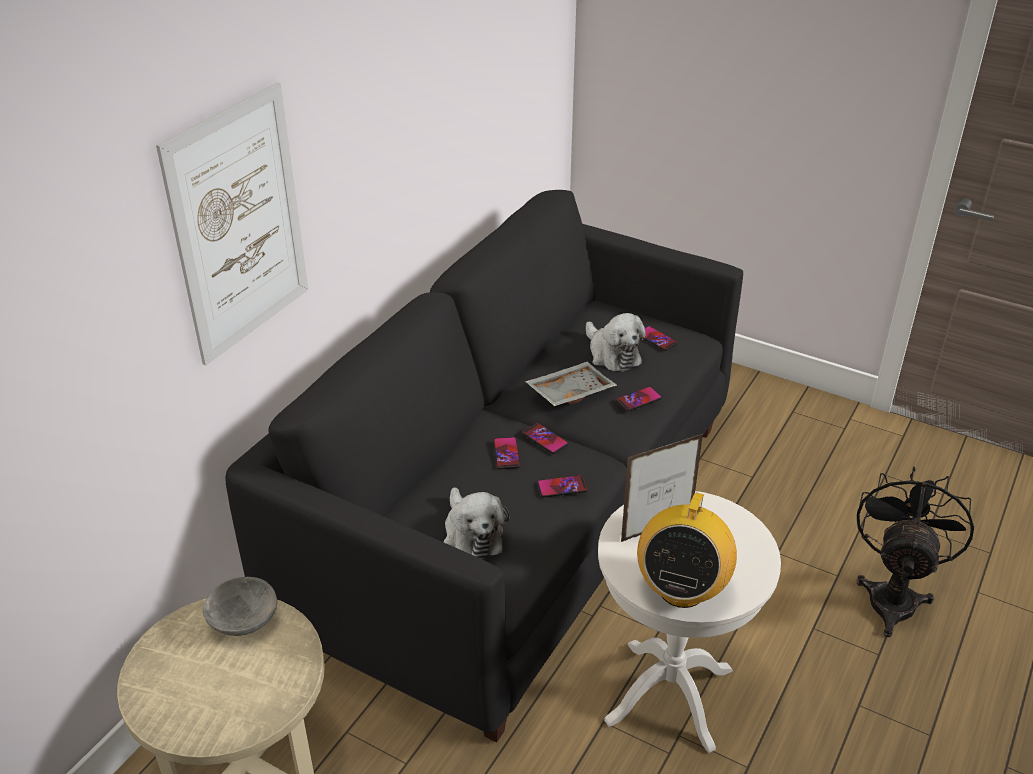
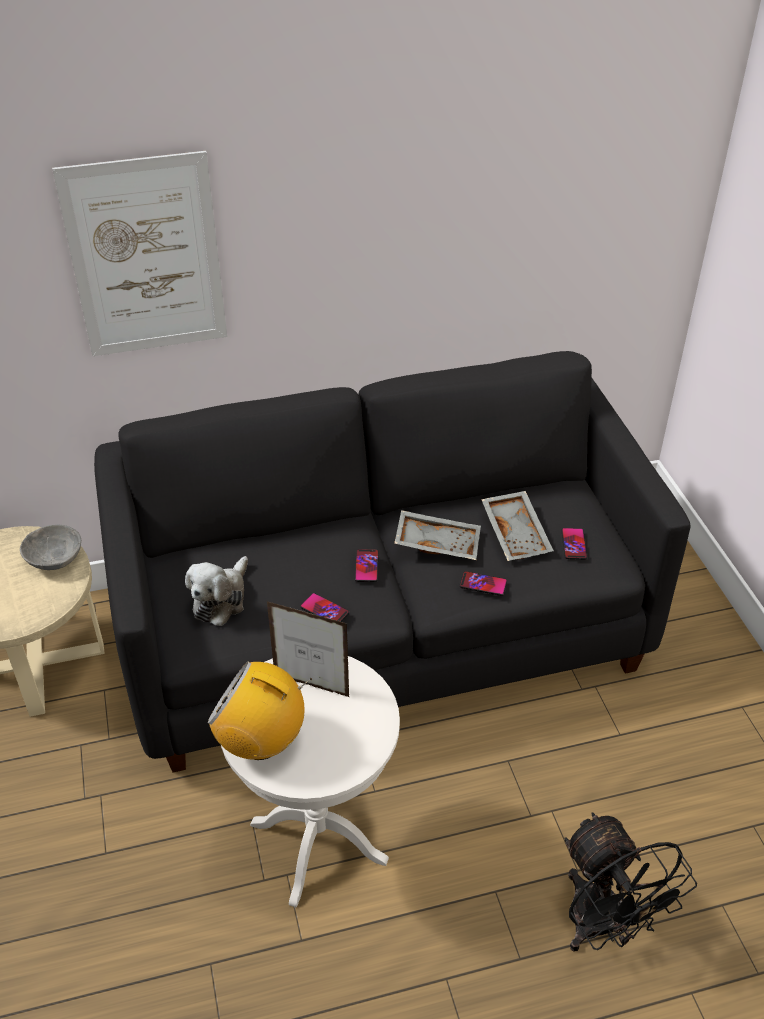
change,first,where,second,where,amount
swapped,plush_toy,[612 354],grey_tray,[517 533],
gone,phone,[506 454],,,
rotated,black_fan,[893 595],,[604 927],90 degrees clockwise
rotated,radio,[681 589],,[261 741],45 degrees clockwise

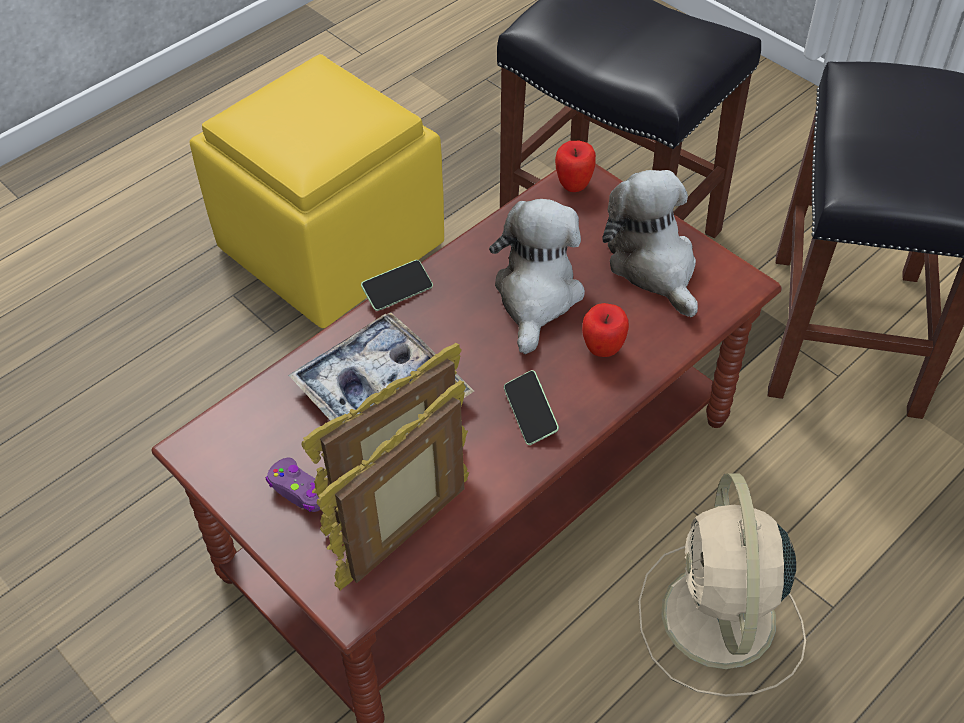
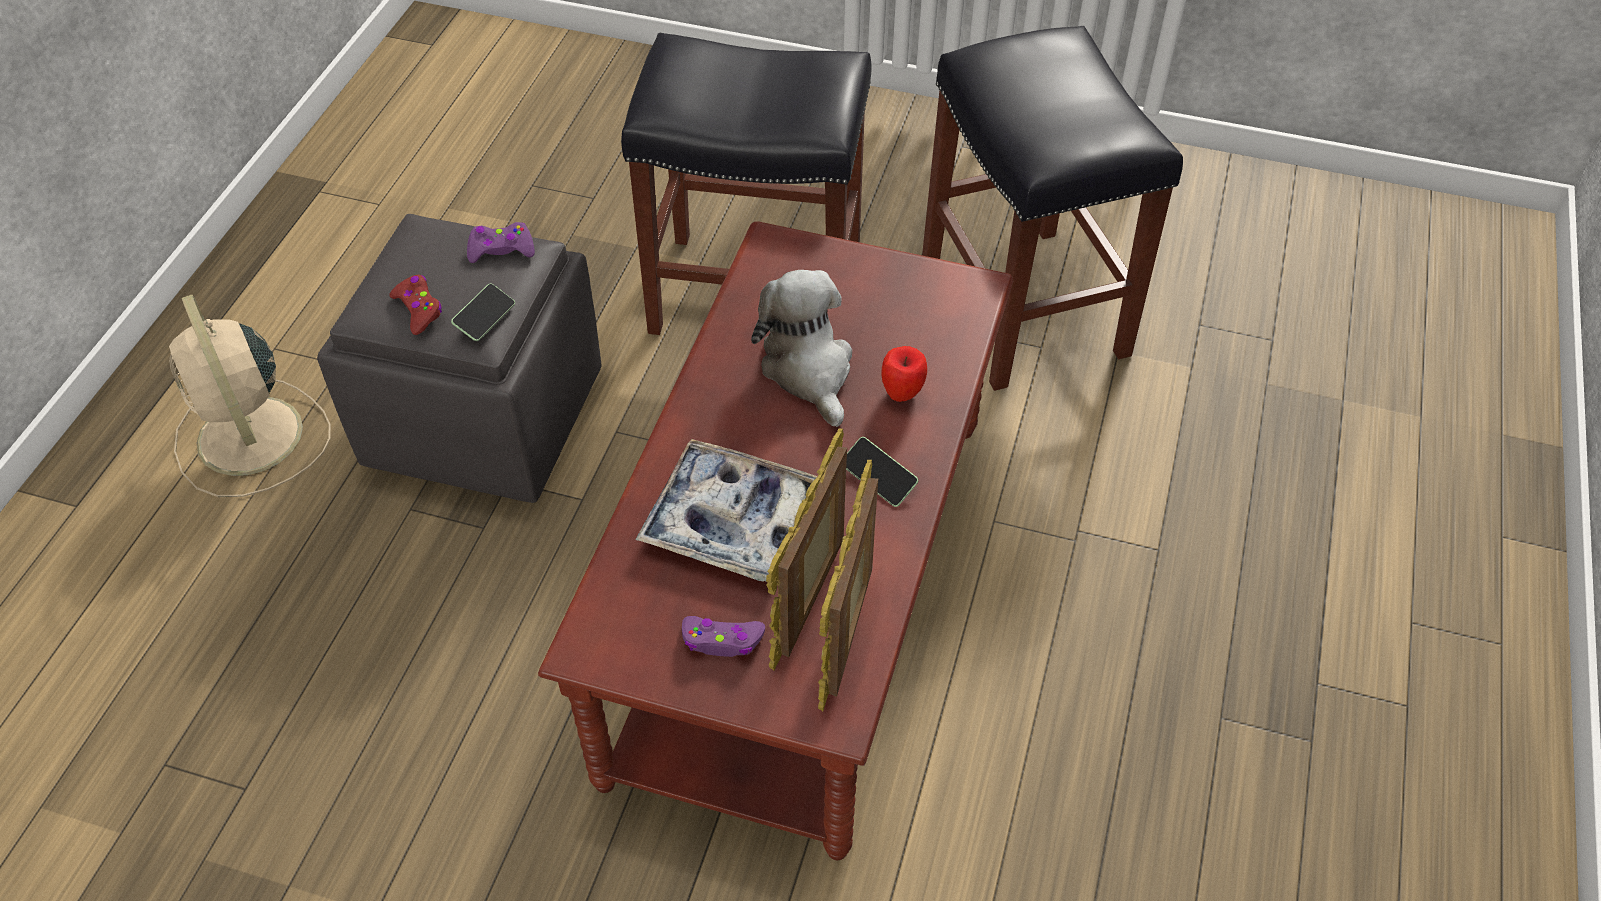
change,first,where,second,where,amount
repainted,yellow_ottoman,[331 246],grey_ottoman,[483 416],
gone,apple,[574 185],,,
gone,plush_toy,[654 265],,,
shifted,phone,[397 292],,[485 319],
shifted,beige_fan,[719 621],,[251 439],
new,,,purple_game_controller,[501 249],
new,,,red_game_controller,[419 309],

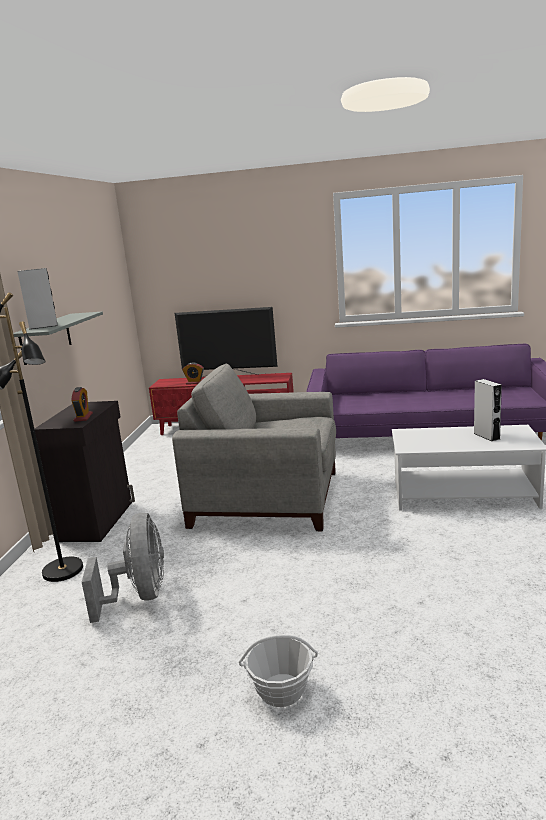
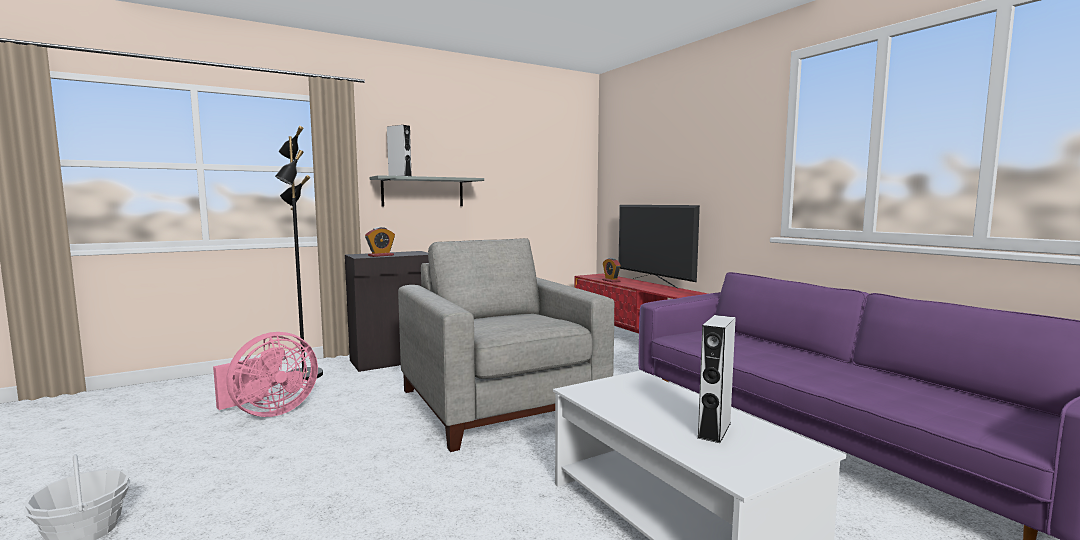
change,first,where,second,where,amount
repainted,grey_fan,[140 596],pink_fan,[269 412],

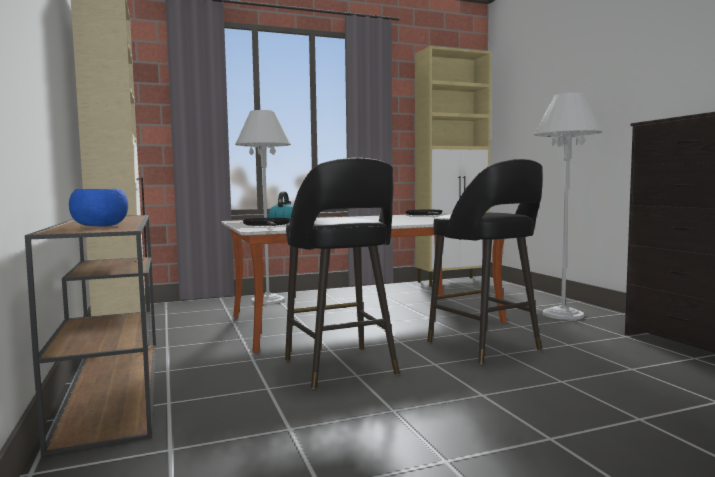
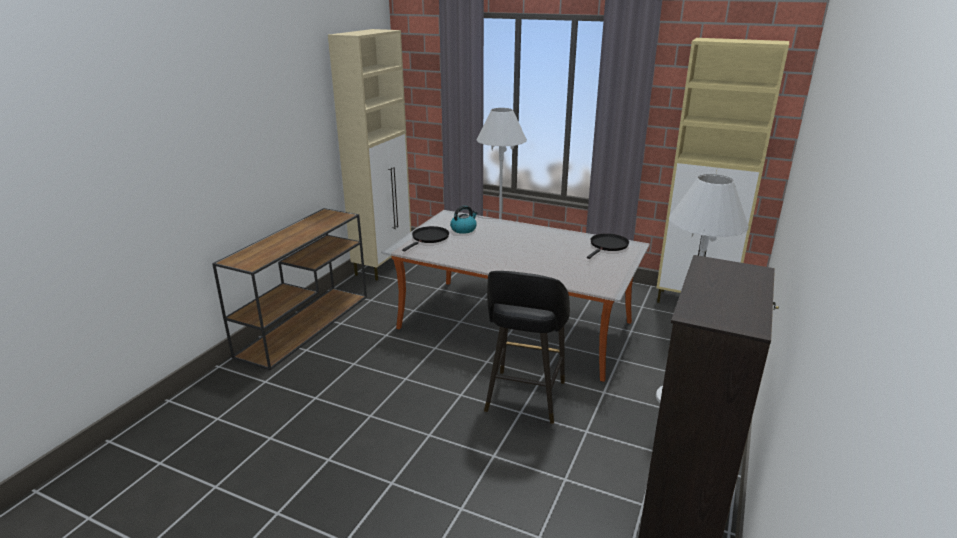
change,first,where,second,where,amount
gone,black_stool,[341 368],,,
gone,blue_bowl,[99 226],,,

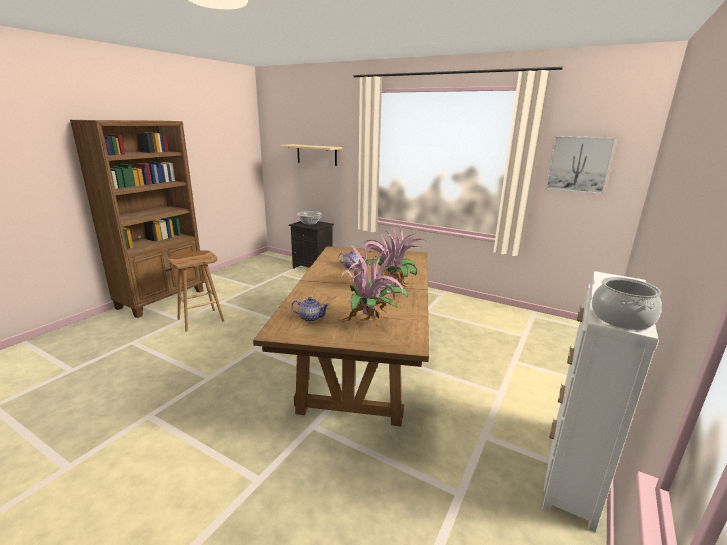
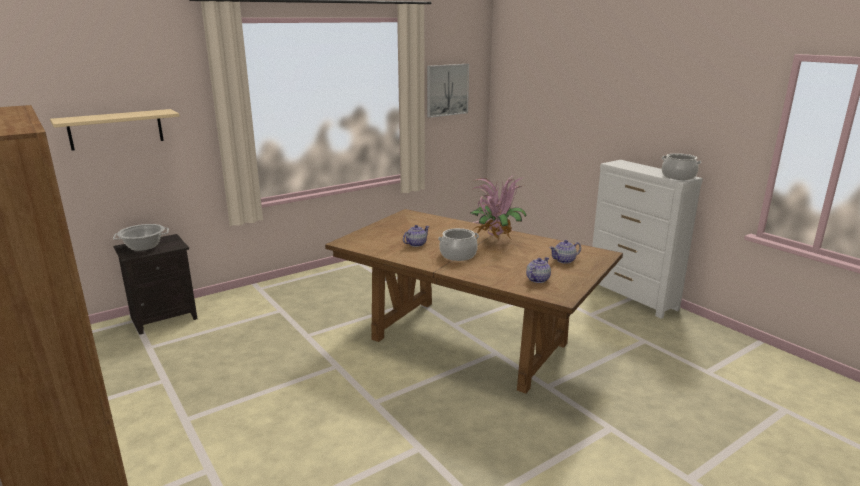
change,first,where,second,where,amount
swapped,potted_plant,[369 325],teapot,[564 260],
gone,brown_stool,[201 320],,,
new,,,cooking_pot,[458 255],

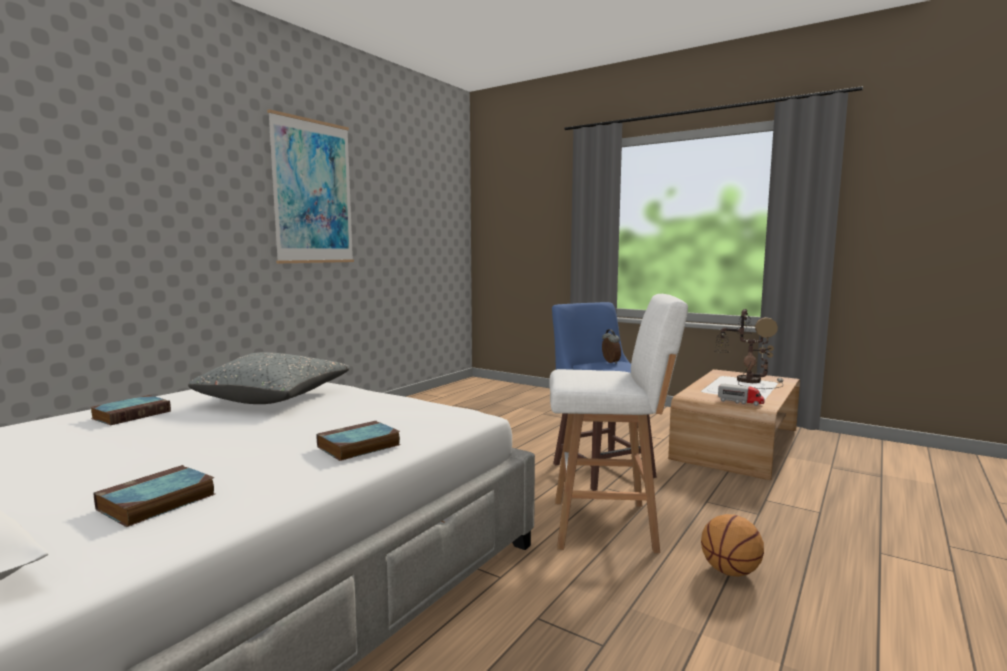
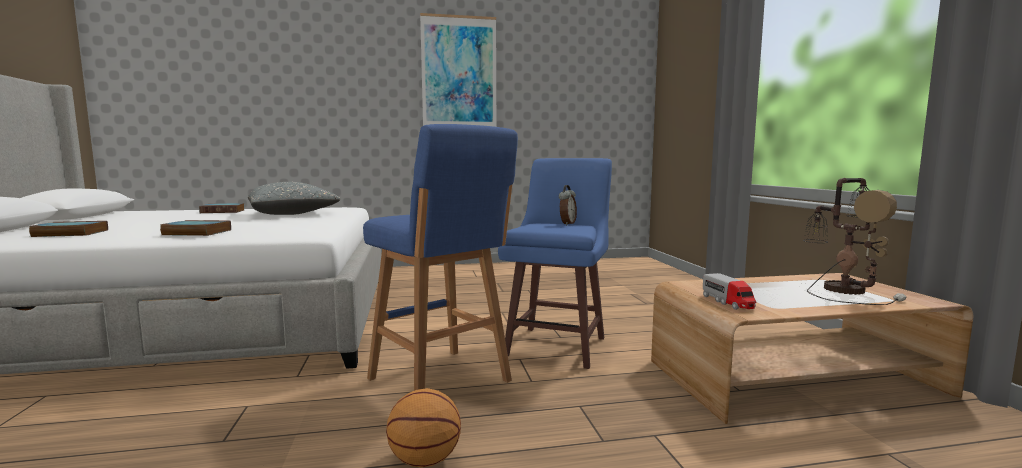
change,first,where,second,where,amount
repainted,white_stool,[608 525],blue_stool,[442 381],

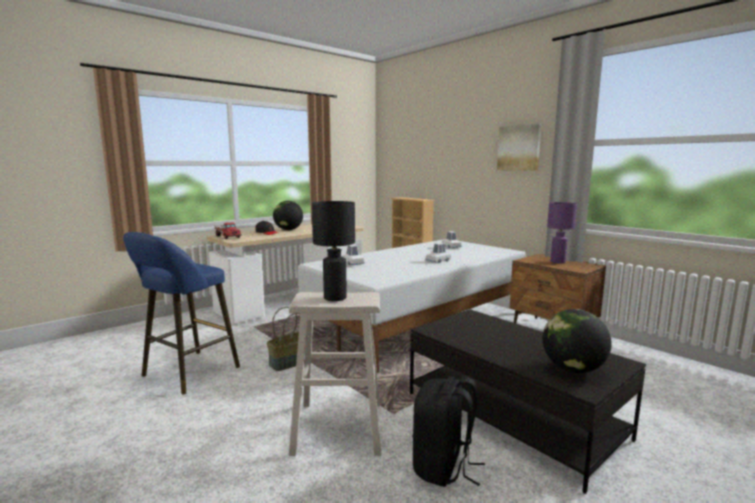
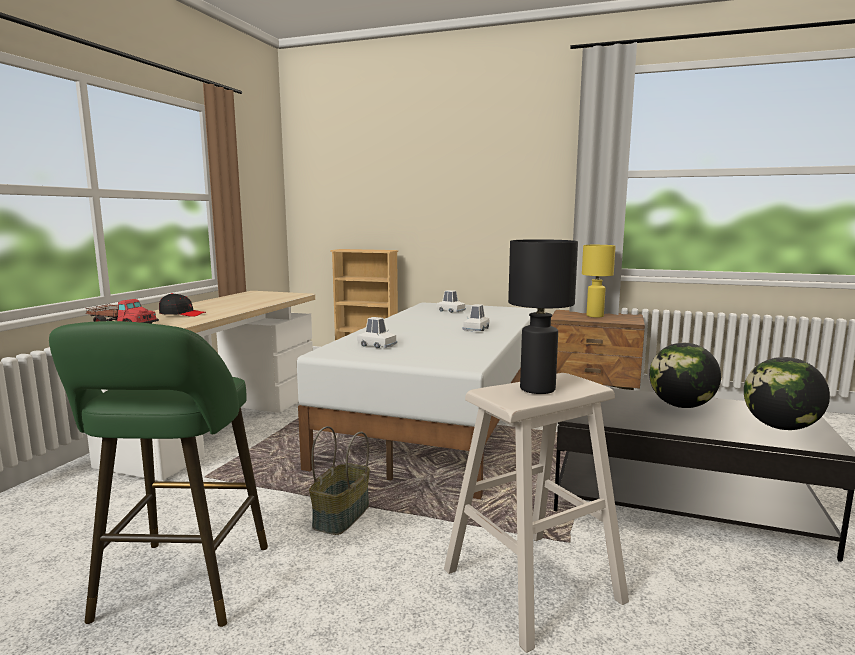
change,first,where,second,where,amount
gone,picture,[519 148],,,
shifted,globe,[288 230],,[681 406],
repainted,purple_table_lamp,[558 262],yellow_table_lamp,[595 316],
repainted,blue_stool,[187 373],green_stool,[180 588],
gone,black_backpack,[443 467],,,

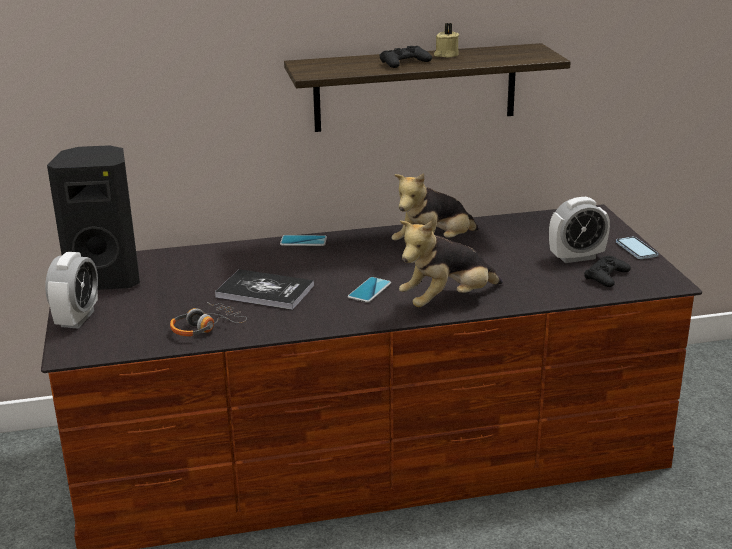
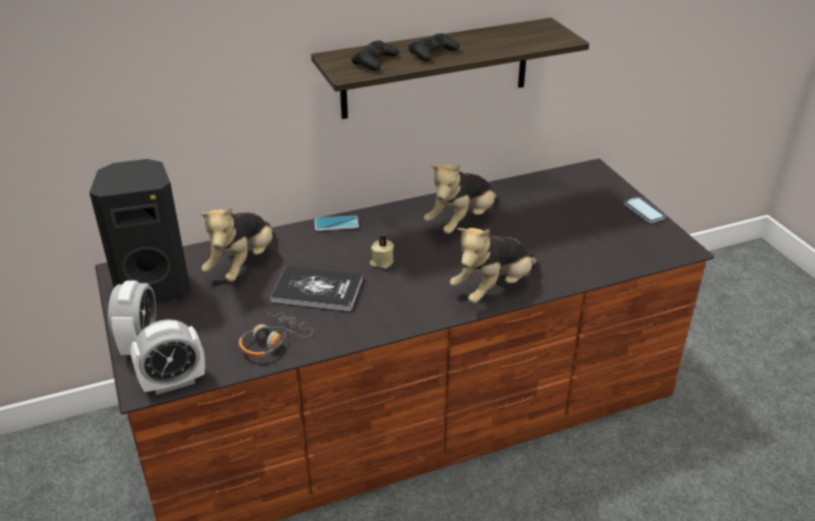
change,first,where,second,where,amount
shifted,beige_candle,[446 55],,[381 262],
shifted,alarm_clock,[576 257],,[173 382],
shifted,black_game_controller,[606 276],,[375 61],
gone,phone,[369 290],,,
new,,,plush_toy,[243 264],

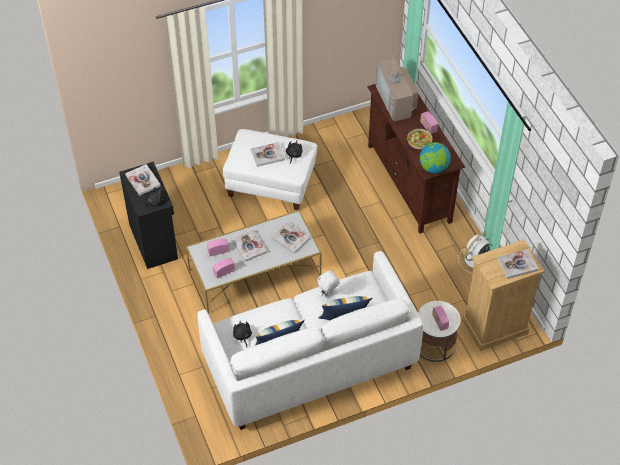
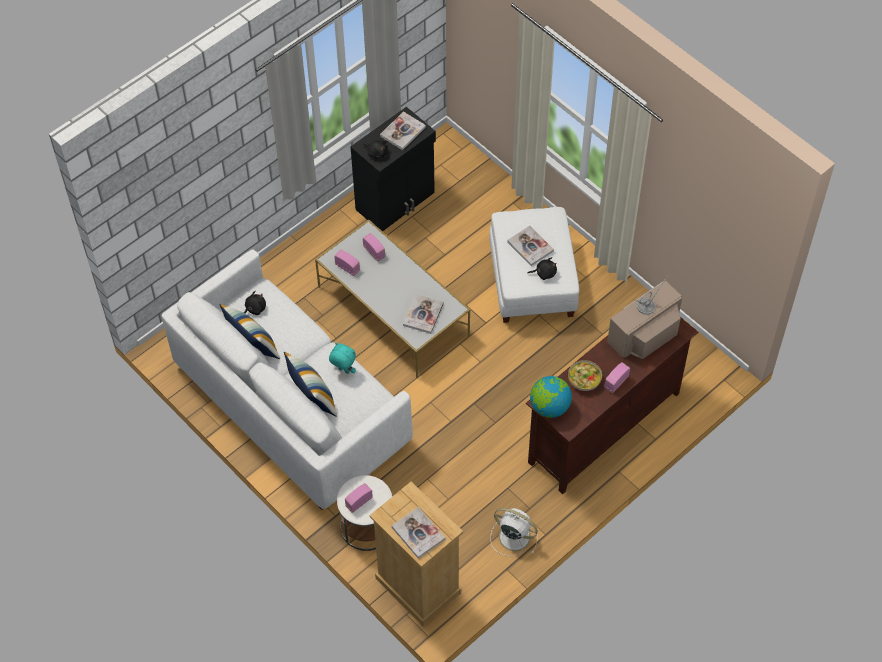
change,first,where,second,where,amount
gone,book,[249 246],,,
repainted,white_plush_toy,[328 294],turquoise_plush_toy,[343 371],

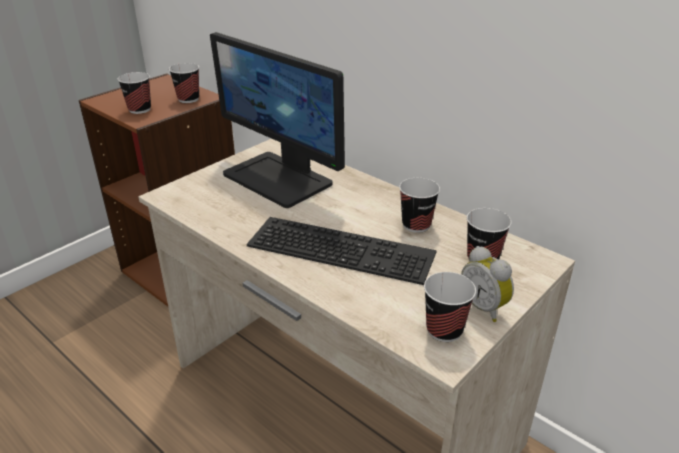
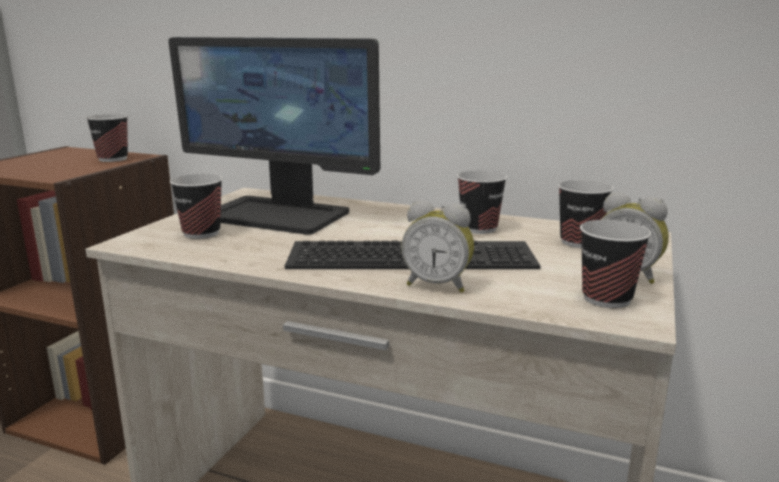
change,first,where,second,where,amount
shifted,cup,[139 109],,[201 233],
new,,,alarm_clock,[437 285],

